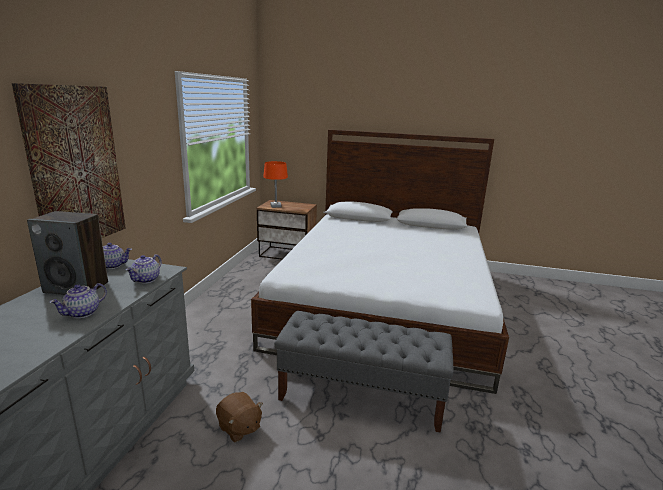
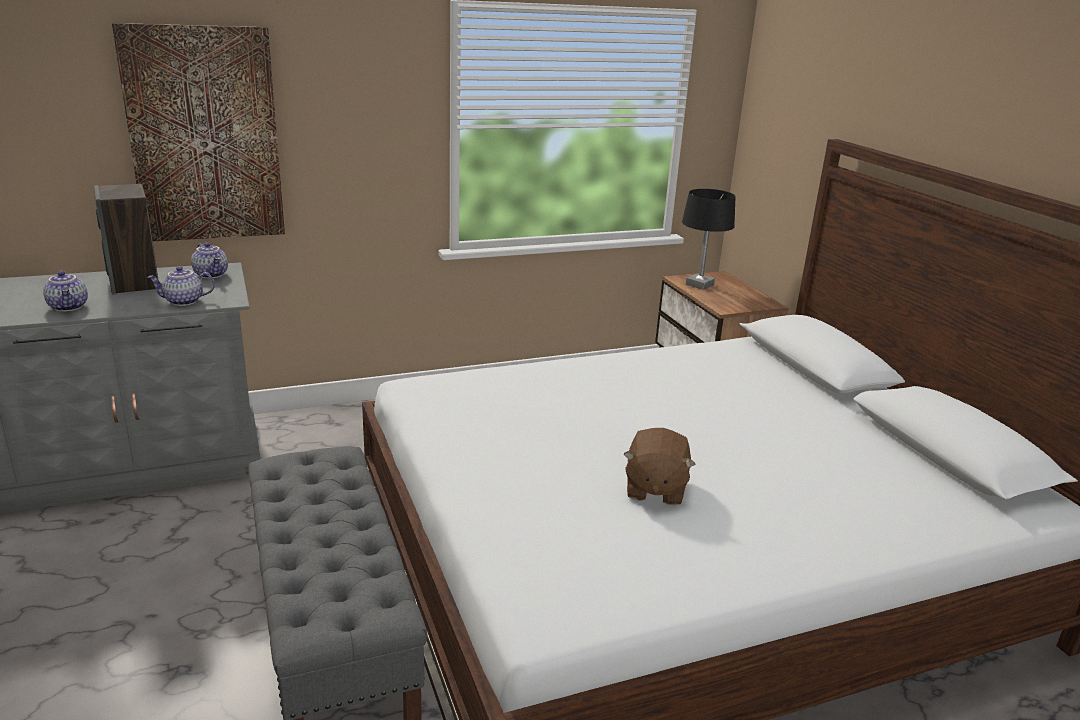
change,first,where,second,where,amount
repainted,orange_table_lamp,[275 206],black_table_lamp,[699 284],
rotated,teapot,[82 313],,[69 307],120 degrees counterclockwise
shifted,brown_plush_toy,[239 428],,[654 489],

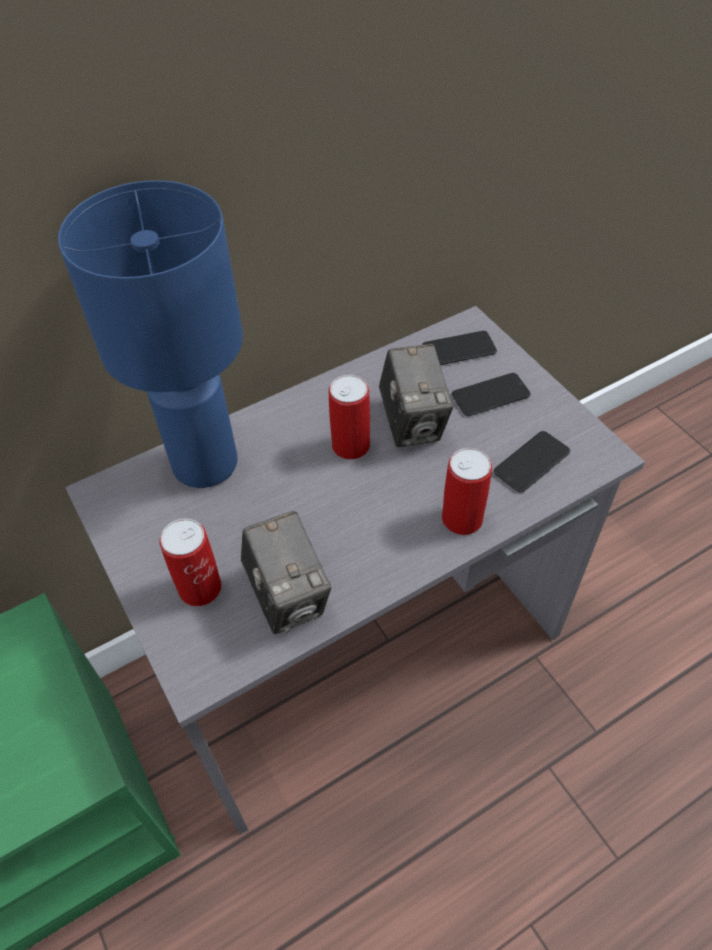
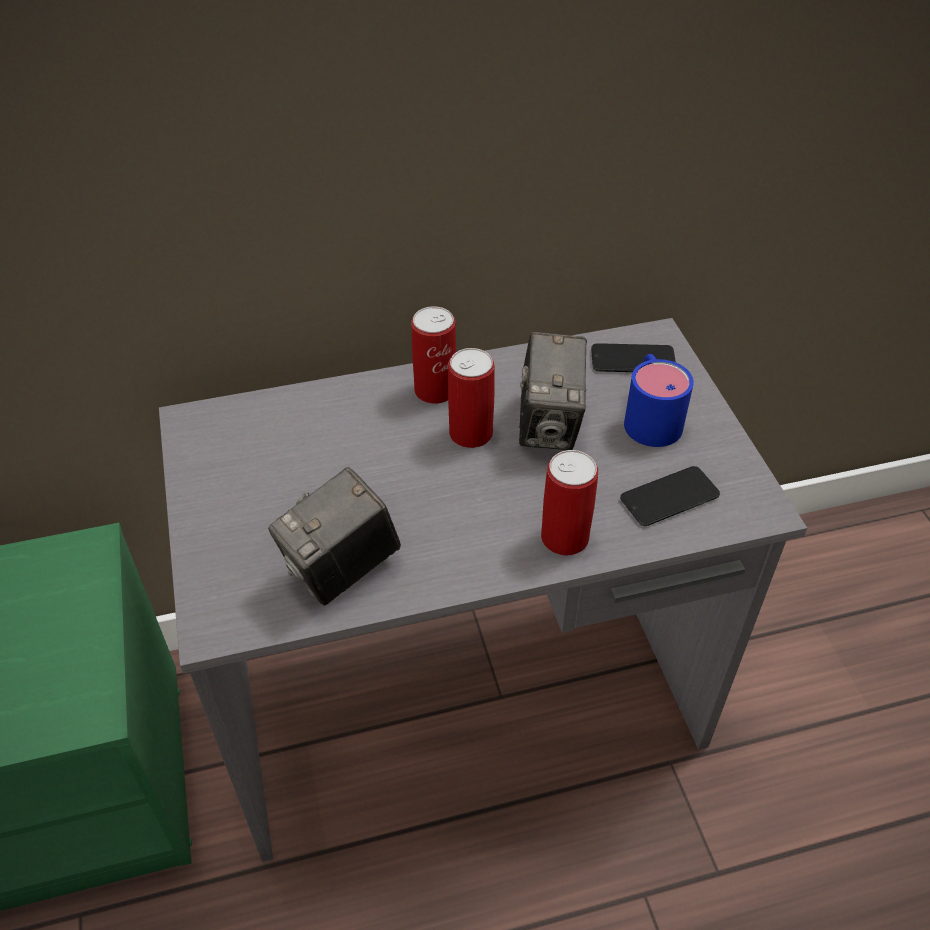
change,first,where,second,where,amount
gone,blue_table_lamp,[203 462],,,
swapped,phone,[490 395],blue_mug,[650 416],
rotated,photo_camera,[288 596],,[342 570],60 degrees clockwise
shifted,can,[200 588],,[435 390],

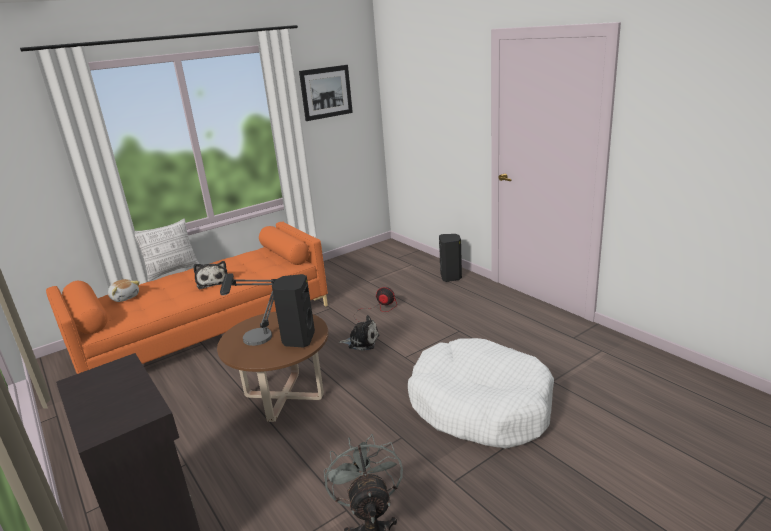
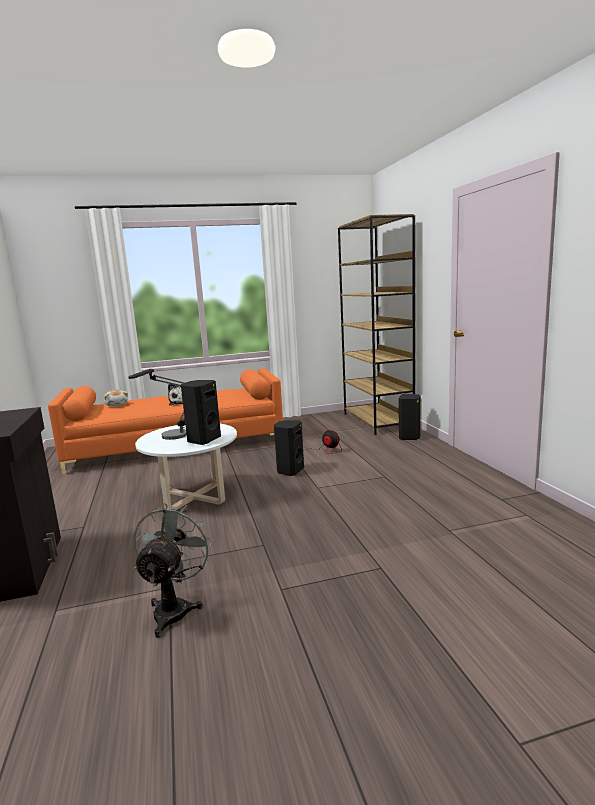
change,first,where,second,where,amount
gone,picture,[326 92],,,
gone,pillow,[172 271],,,
repainted,brown_coffee_table,[284 396],white_coffee_table,[194 497],
swapped,plush_toy,[361 341],black_speaker,[289 471],
gone,white_dog_bed,[480 406],,,
new,,,brown_bookcase,[378 421],

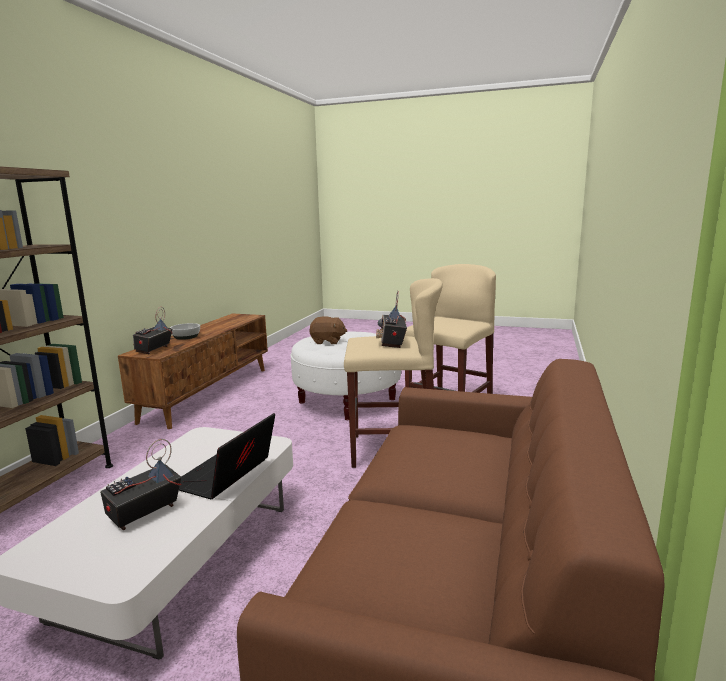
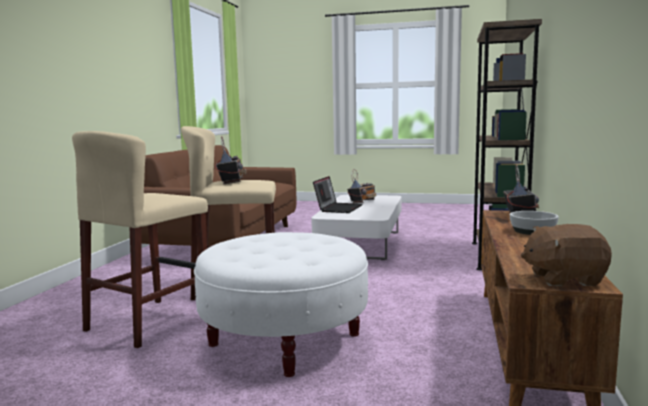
change,first,where,second,where,amount
shifted,brown_plush_toy,[327 341],,[564 279],

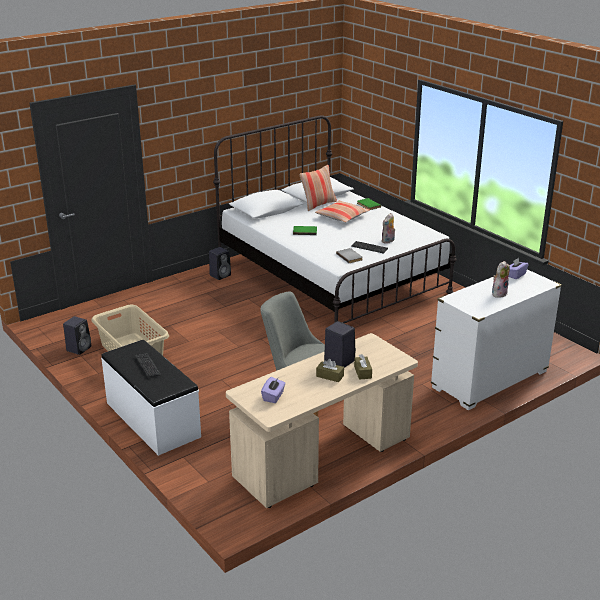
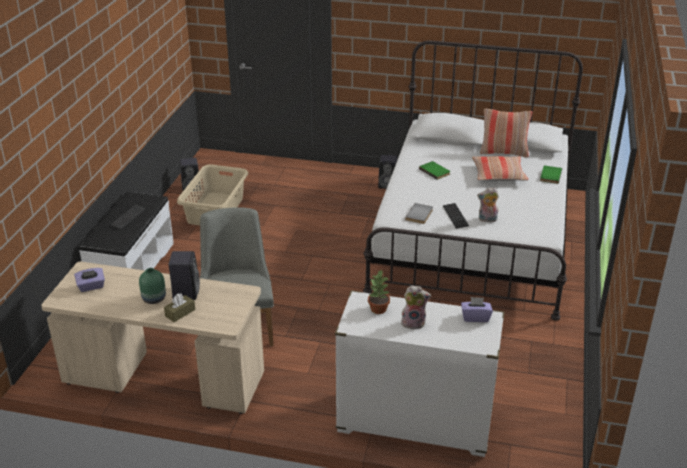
change,first,where,second,where,amount
swapped,brown_tissue_box,[330 376],green_vase,[154 299],
new,,,potted_plant,[378 309],

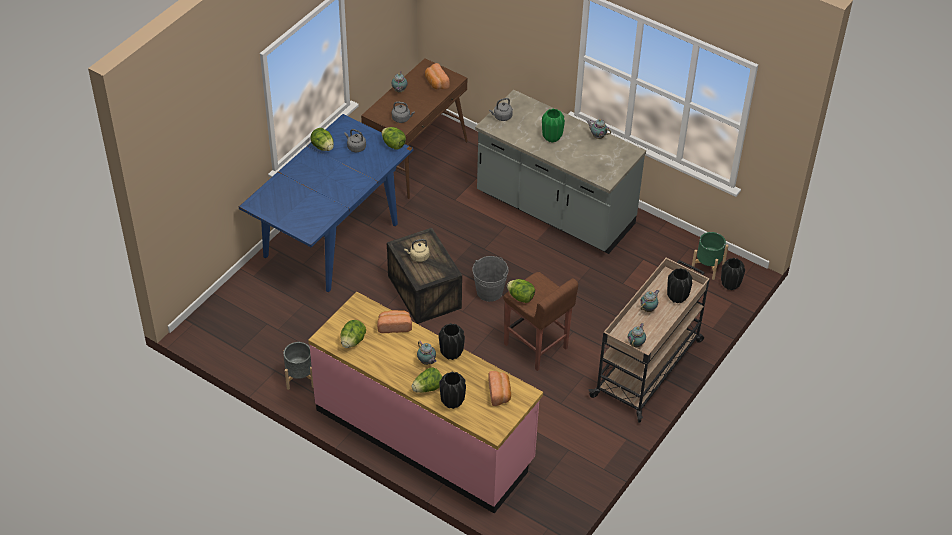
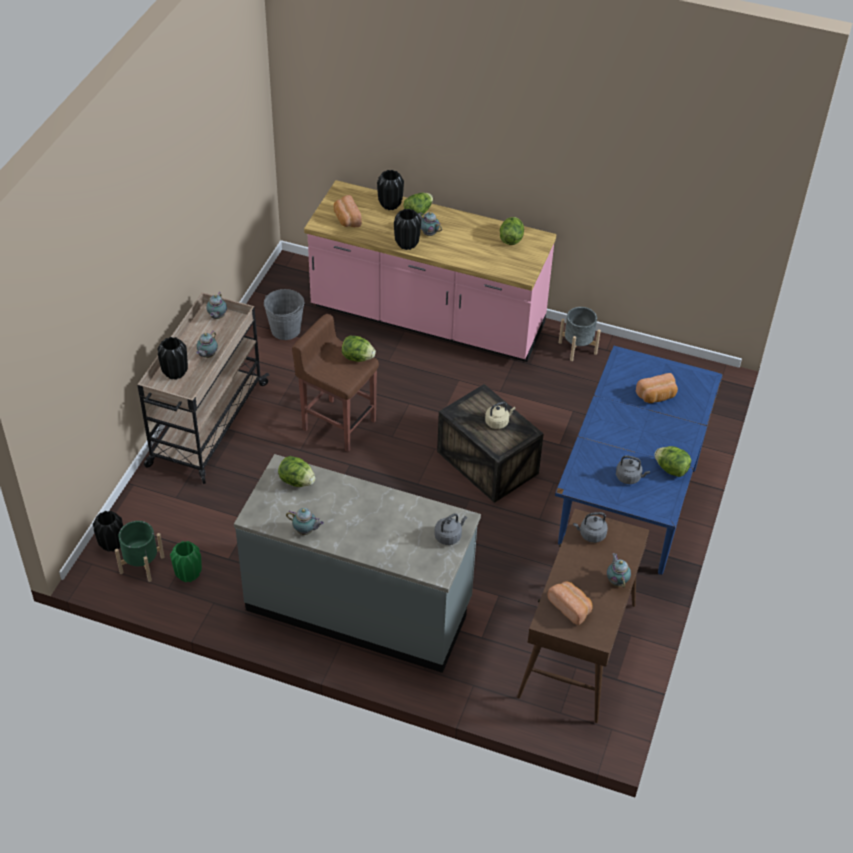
change,first,where,second,where,amount
shifted,green_vase,[552 138],,[188 575],
shifted,lettuce,[393 144],,[296 481],
shifted,grey_bucket,[489 291],,[285 330],
shifted,bread,[394 326],,[656 396],

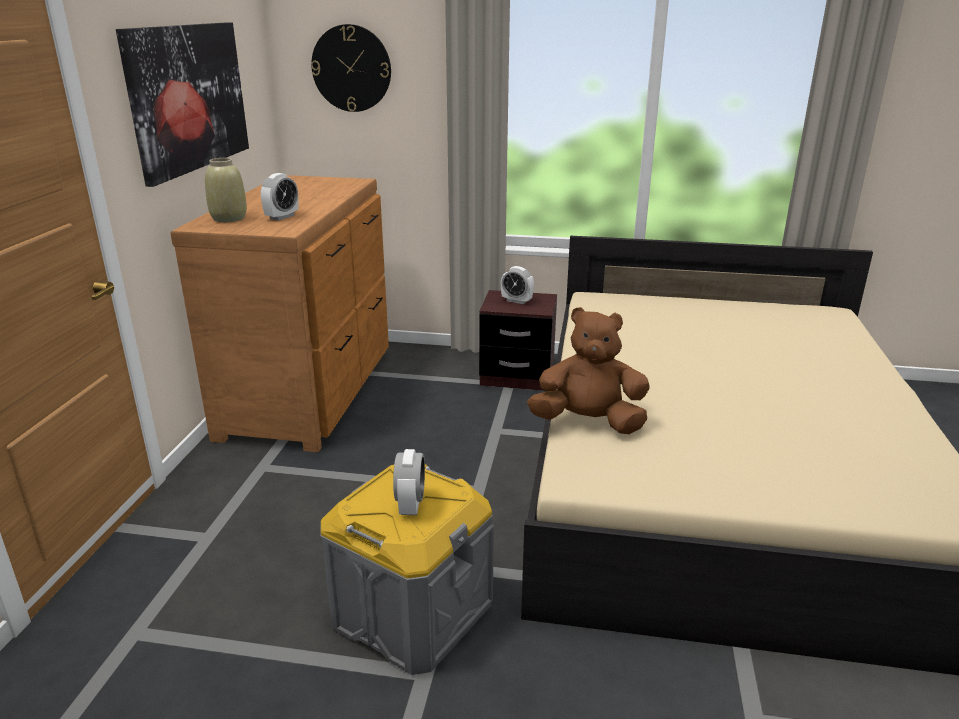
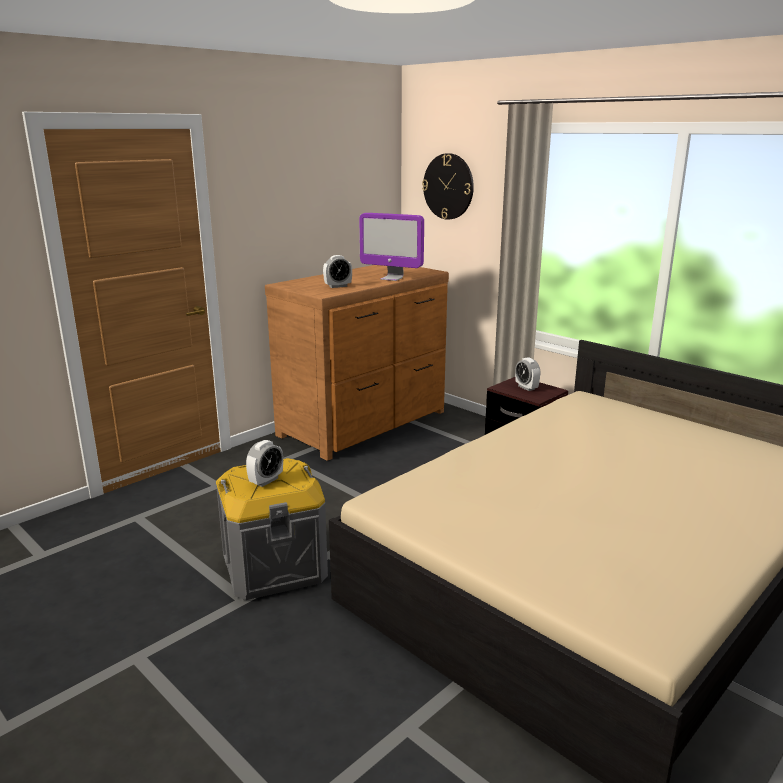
change,first,where,second,where,amount
gone,picture,[188 98],,,
gone,beige_vase,[228 218],,,
gone,brown_plush_toy,[588 422],,,
new,,,monitor,[392 278],

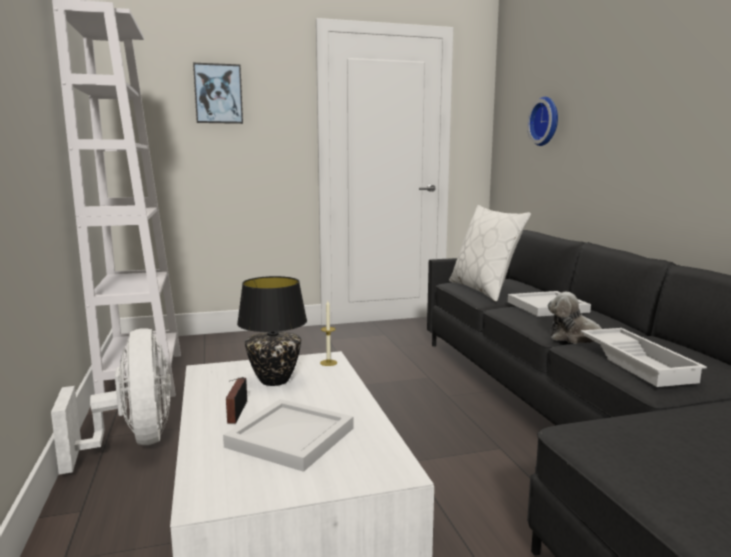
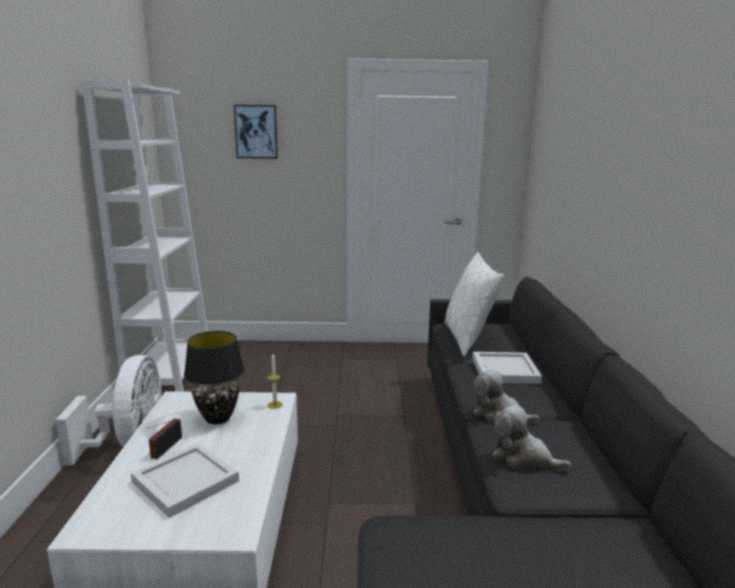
change,first,where,second,where,amount
gone,wall_clock,[546 121],,,
swapped,white_tray,[638 363],plush_toy,[523 458],

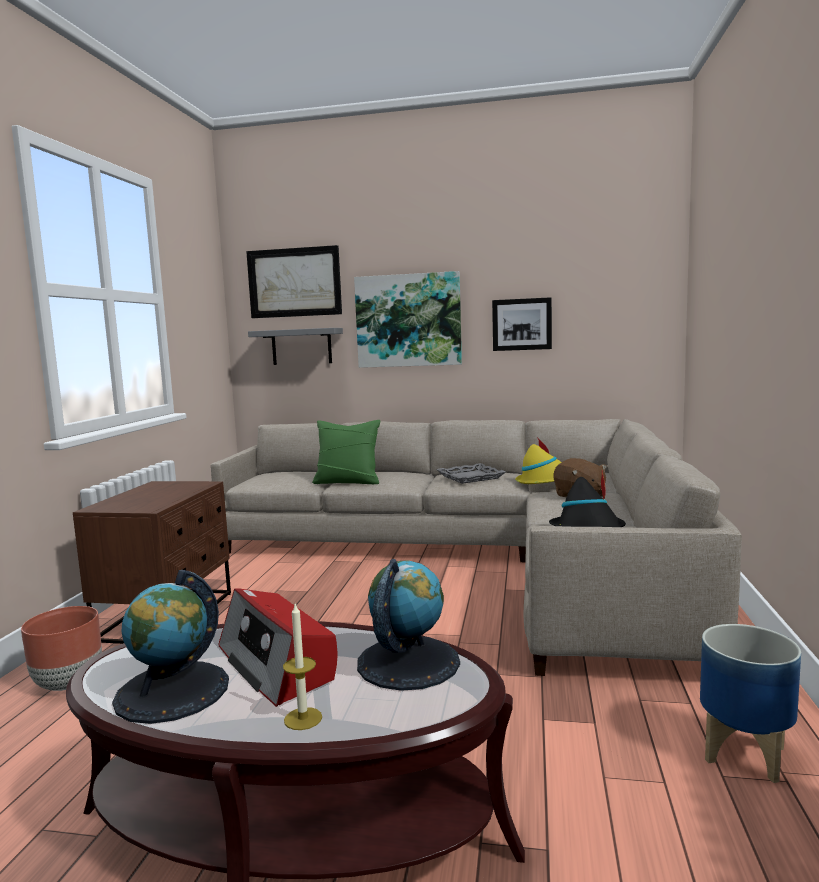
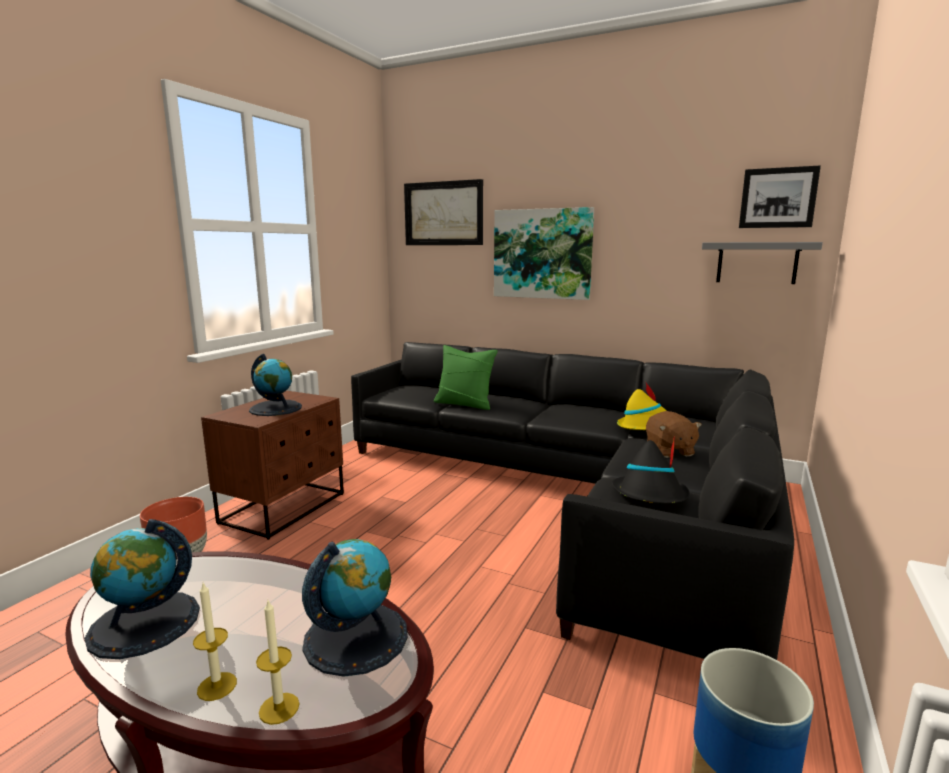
change,first,where,second,where,amount
shifted,picture,[521 324],,[778 198],
shifted,grey_shelf,[301 346],,[757 263],
repainted,beige_sofa,[479 559],black_sofa,[574 493],
gone,grey_tray,[470 477],,,
gone,radio,[276 663],,,
new,,,globe,[276 408],
new,,,candle,[279 708],

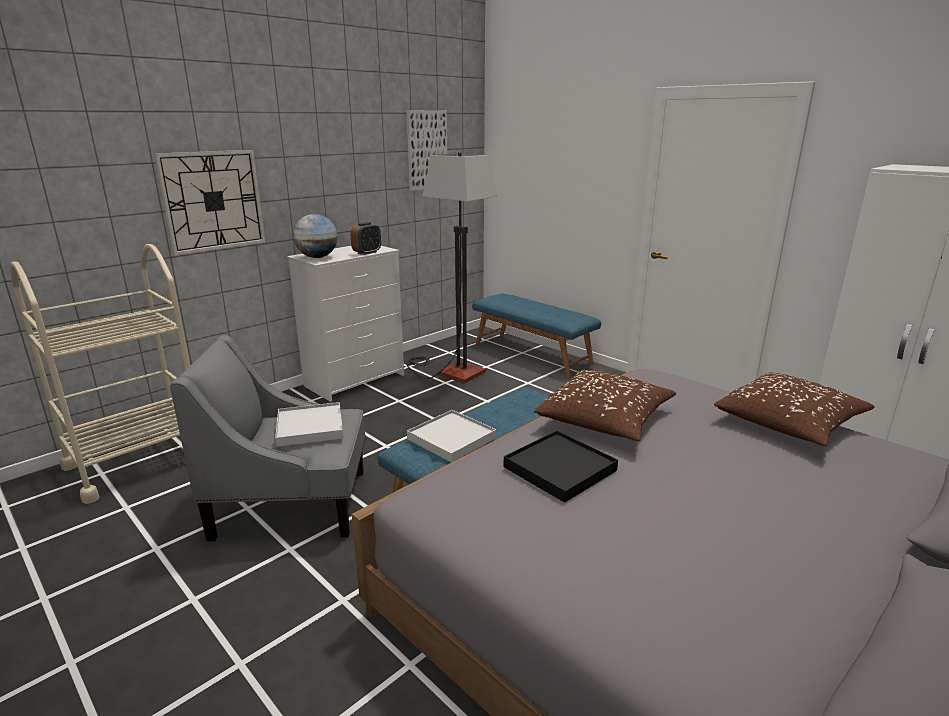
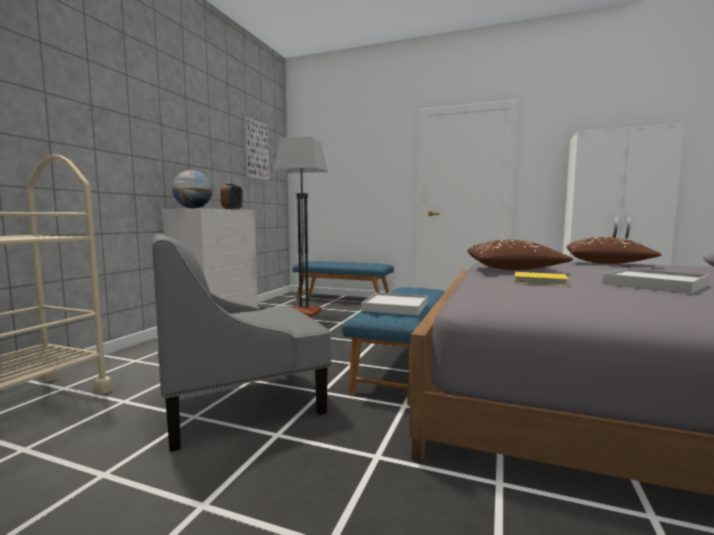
change,first,where,second,where,amount
gone,wall_clock,[213 201],,,
shifted,white_tray,[310 427],,[654 284],
swapped,black_tray,[560 469],yellow_book,[541 281],

